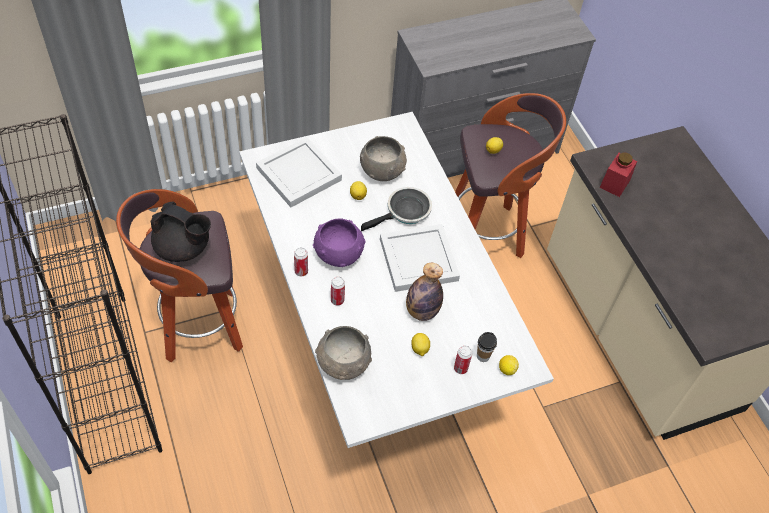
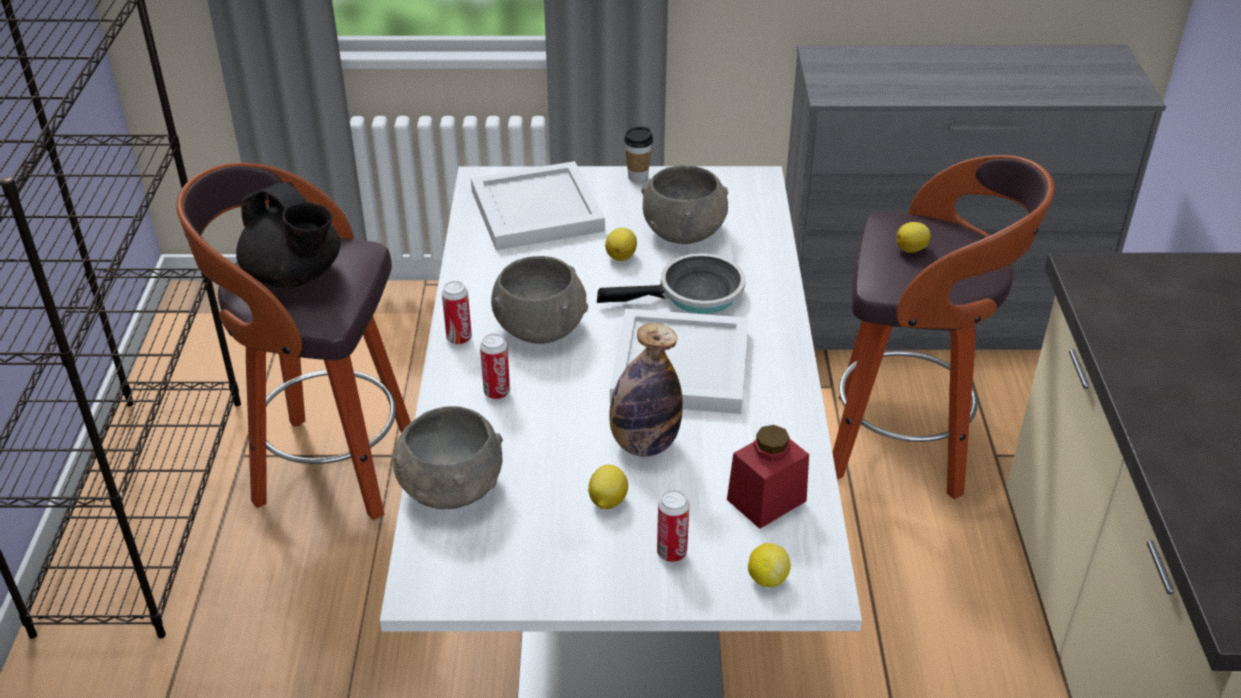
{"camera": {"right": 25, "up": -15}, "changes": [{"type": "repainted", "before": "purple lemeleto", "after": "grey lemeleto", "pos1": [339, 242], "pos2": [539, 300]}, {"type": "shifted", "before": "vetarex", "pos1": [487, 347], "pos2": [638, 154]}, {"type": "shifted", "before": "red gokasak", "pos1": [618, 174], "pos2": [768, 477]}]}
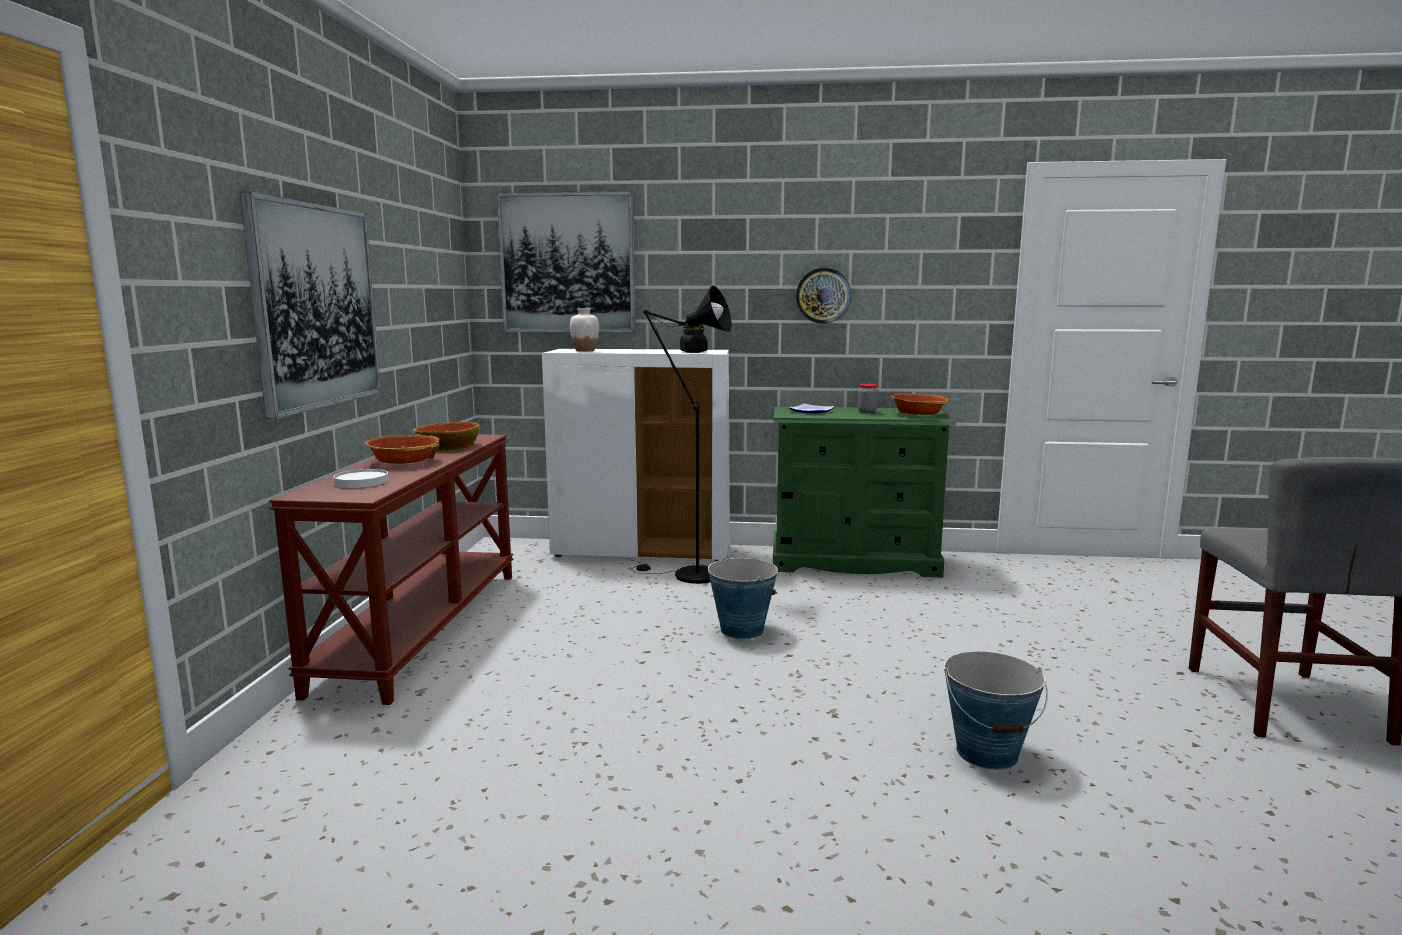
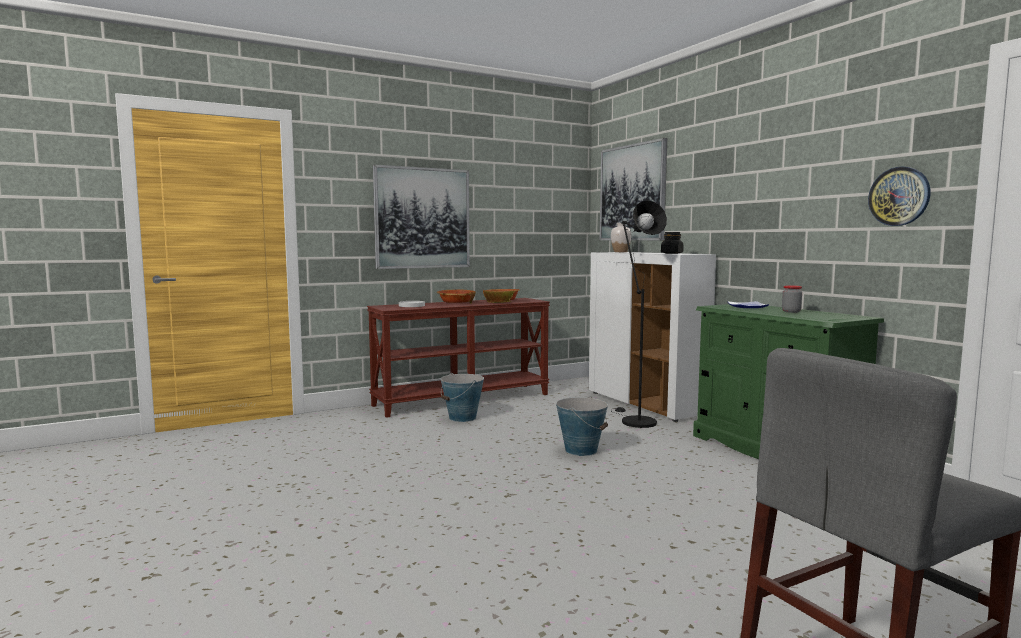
{"camera": {"right": 55, "up": -5}, "changes": [{"type": "shifted", "before": "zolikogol", "pos1": [996, 710], "pos2": [462, 397]}, {"type": "shifted", "before": "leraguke", "pos1": [823, 296], "pos2": [899, 196]}, {"type": "gone", "before": "lemeleto", "pos1": [920, 404]}]}
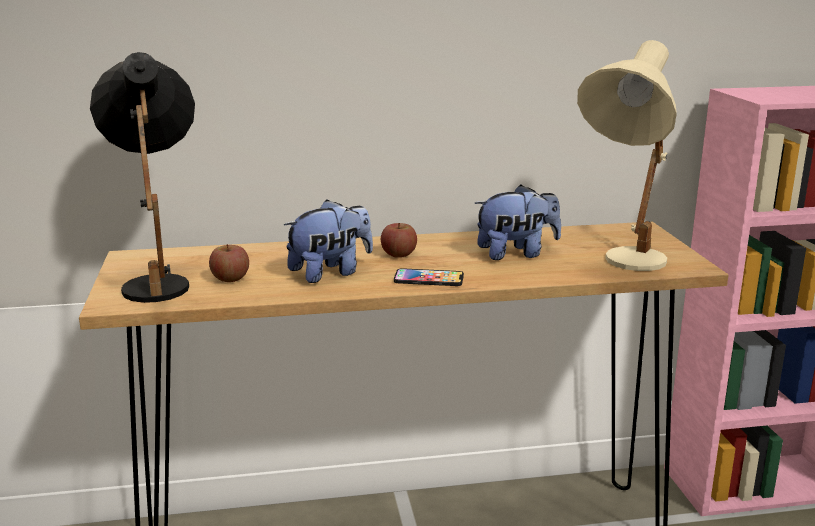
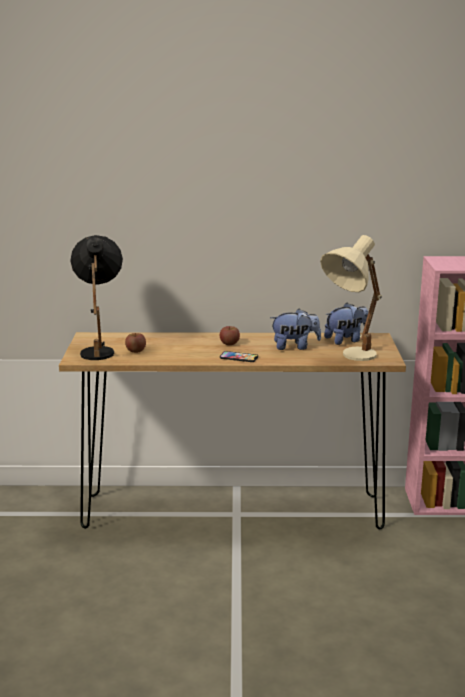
{"camera": {"right": 10, "up": 0}, "changes": [{"type": "shifted", "before": "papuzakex", "pos1": [328, 241], "pos2": [346, 324]}]}
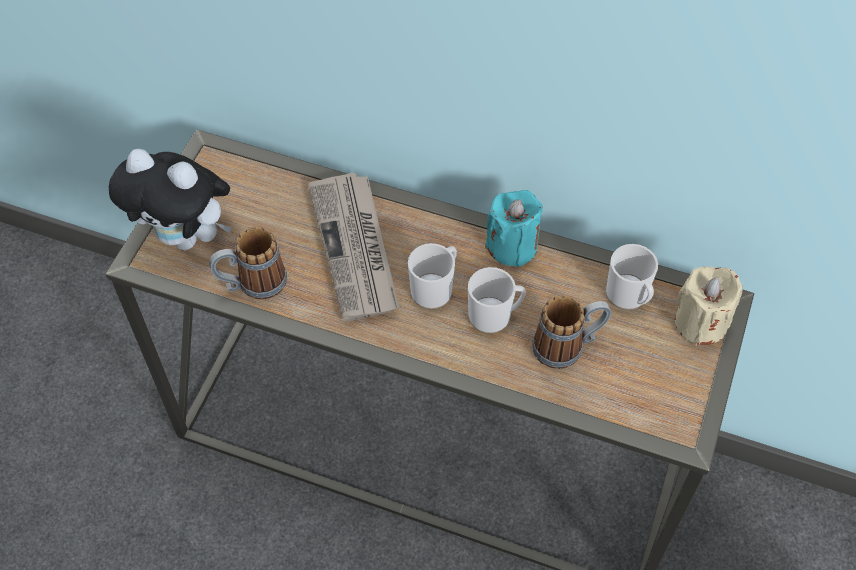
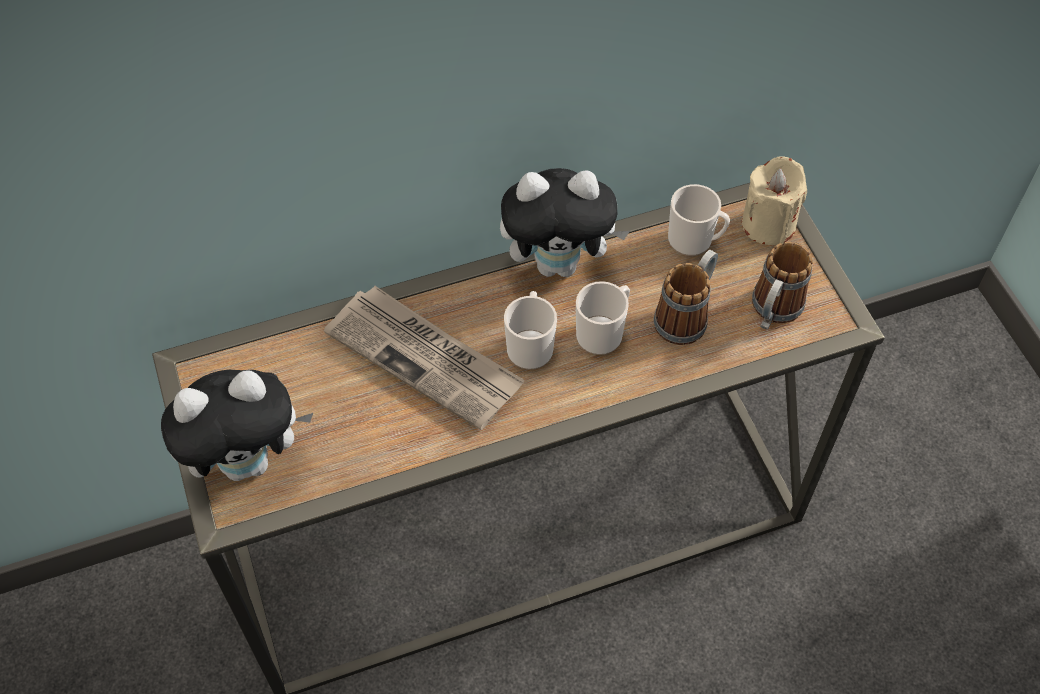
{"camera": {"right": -40, "up": 0}, "changes": [{"type": "swapped", "before": "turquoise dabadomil", "after": "papuzakex", "pos1": [514, 228], "pos2": [565, 222]}, {"type": "shifted", "before": "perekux", "pos1": [248, 263], "pos2": [782, 286]}]}
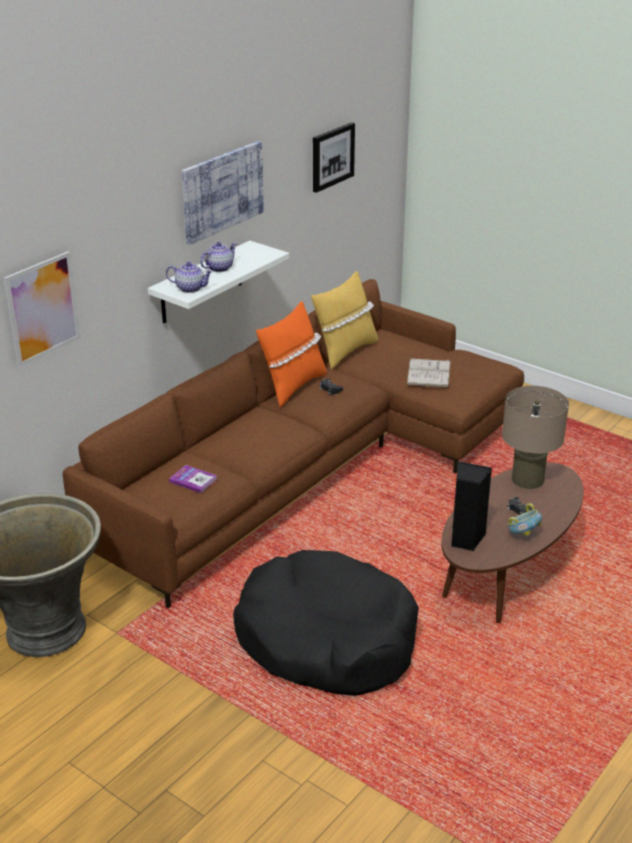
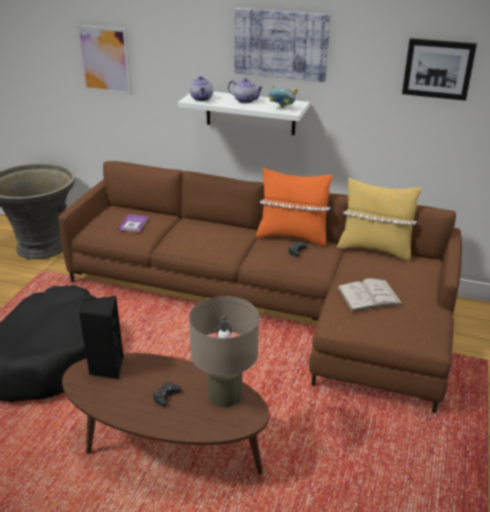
{"camera": {"right": 70, "up": 0}, "changes": [{"type": "shifted", "before": "lemeleto", "pos1": [525, 519], "pos2": [283, 96]}]}
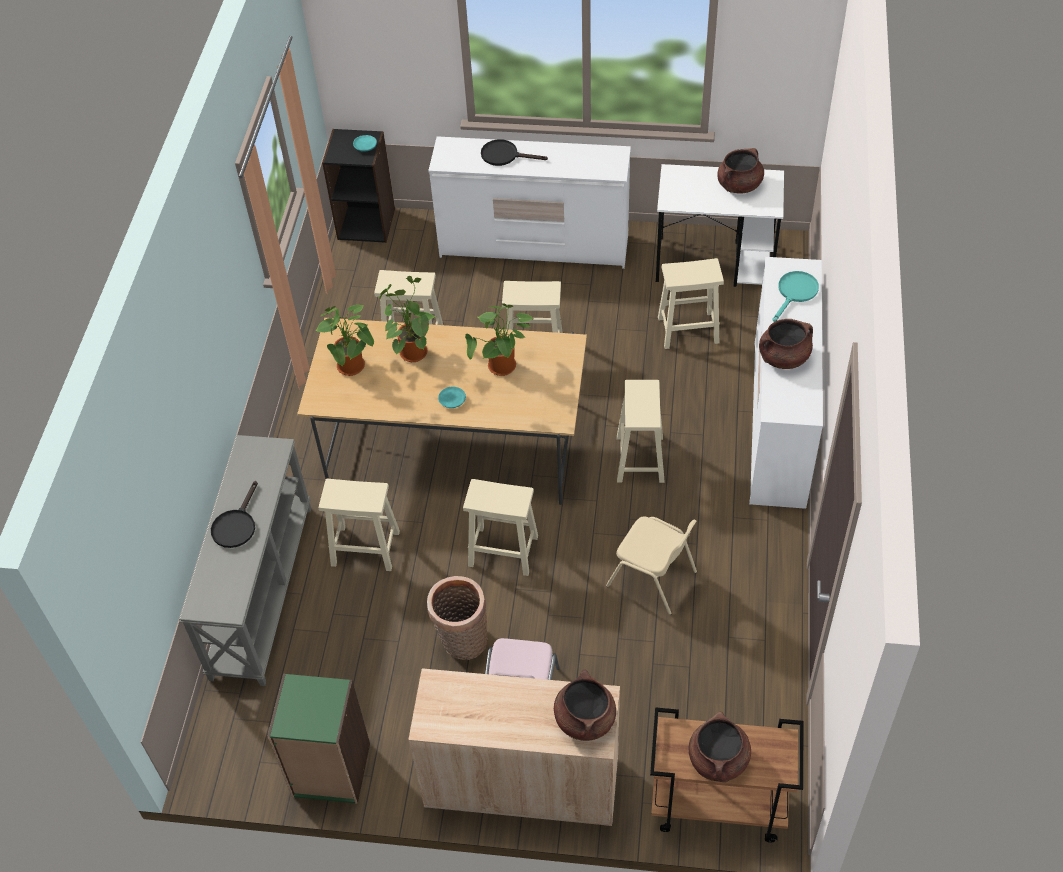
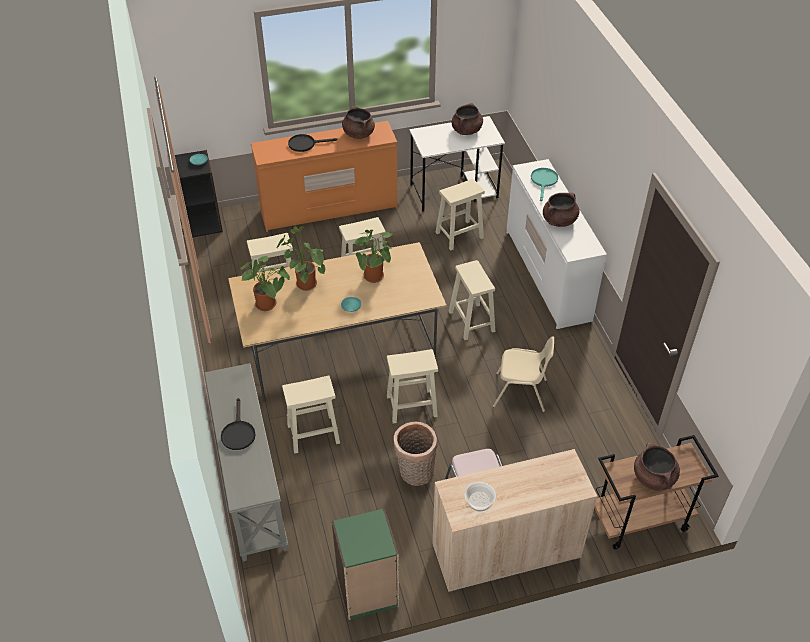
{"camera": {"right": -25, "up": -5}, "changes": [{"type": "repainted", "before": "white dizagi", "after": "orange dizagi", "pos1": [529, 202], "pos2": [324, 176]}, {"type": "shifted", "before": "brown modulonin", "pos1": [585, 705], "pos2": [358, 122]}, {"type": "new", "after": "lemeleto", "pos2": [480, 496]}]}
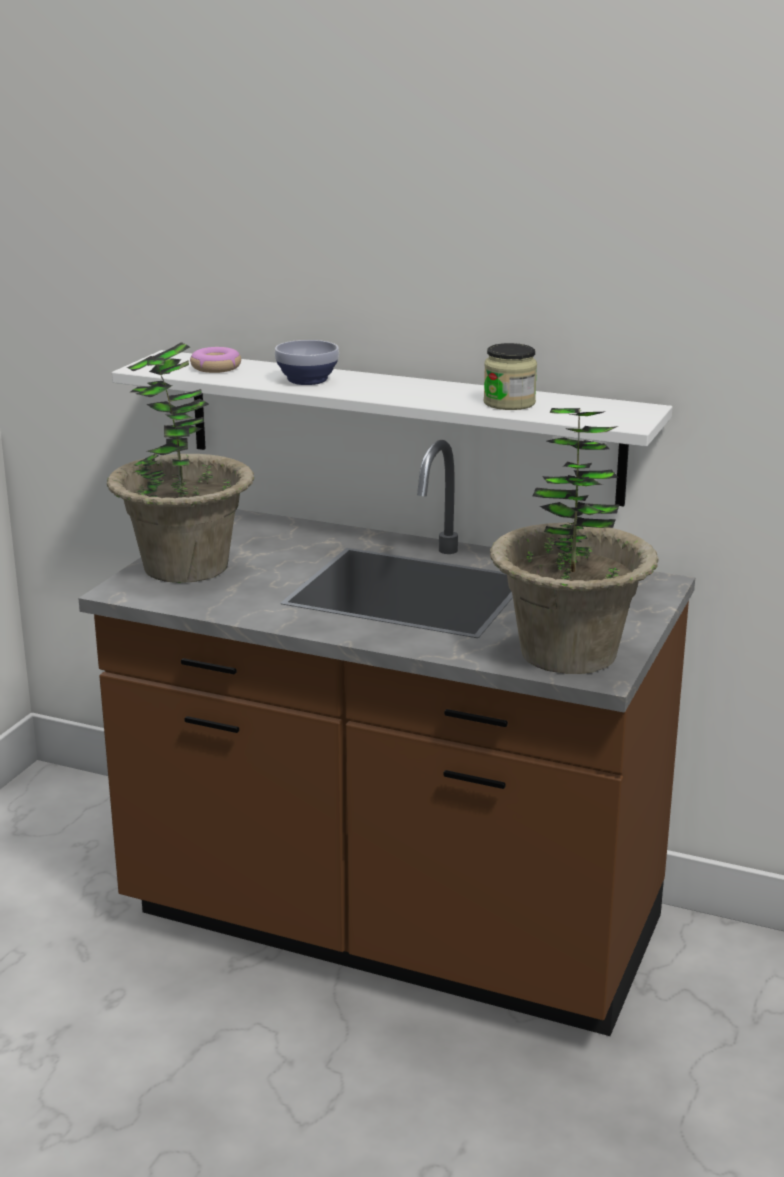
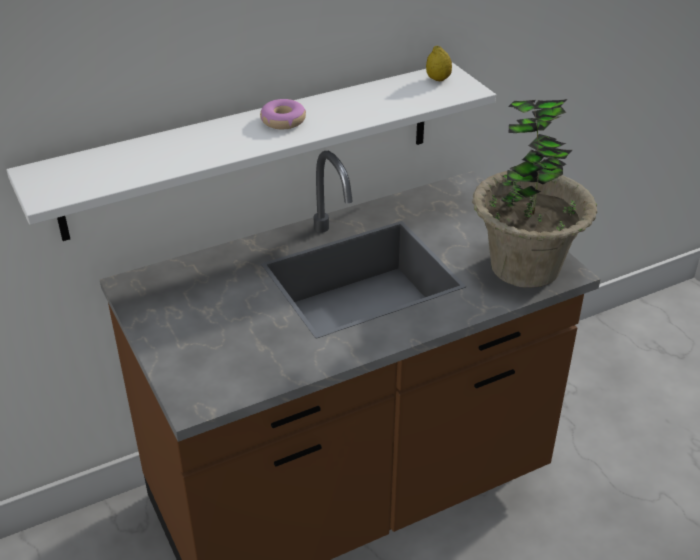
{"camera": {"right": -50, "up": 15}, "changes": [{"type": "shifted", "before": "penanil", "pos1": [215, 360], "pos2": [283, 114]}, {"type": "new", "after": "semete", "pos2": [439, 63]}, {"type": "gone", "before": "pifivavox", "pos1": [180, 462]}, {"type": "gone", "before": "lemeleto", "pos1": [307, 362]}, {"type": "gone", "before": "gokasak", "pos1": [510, 376]}]}
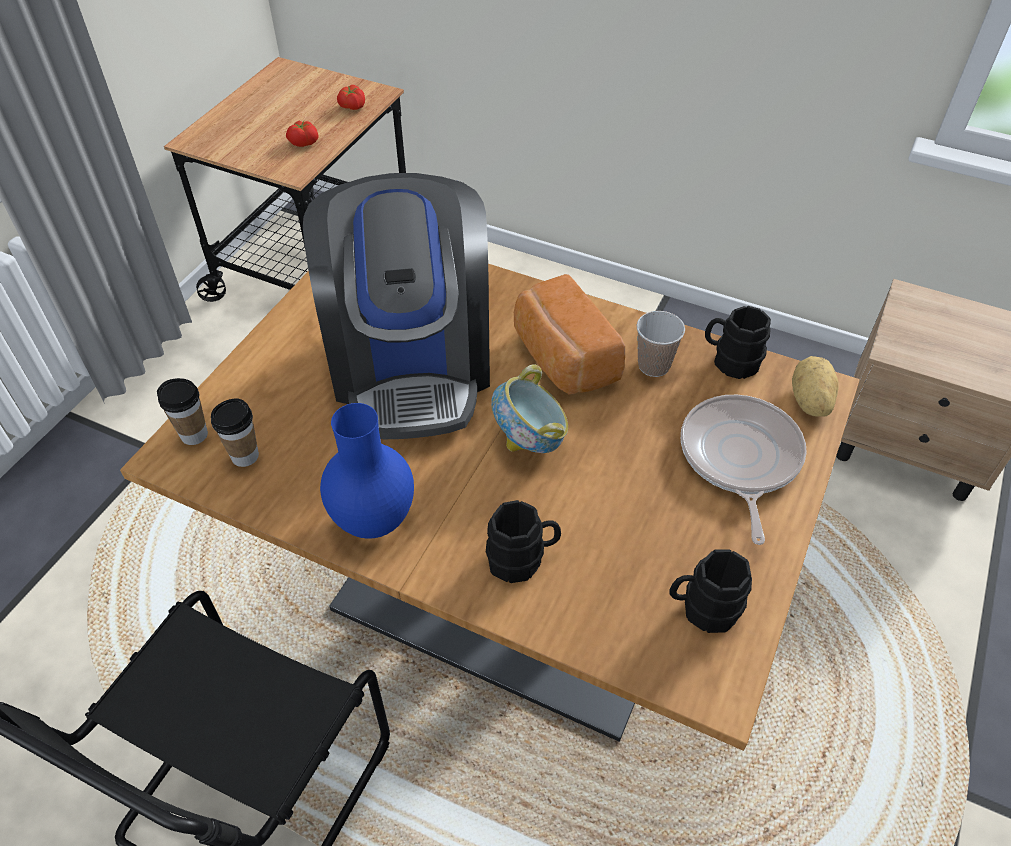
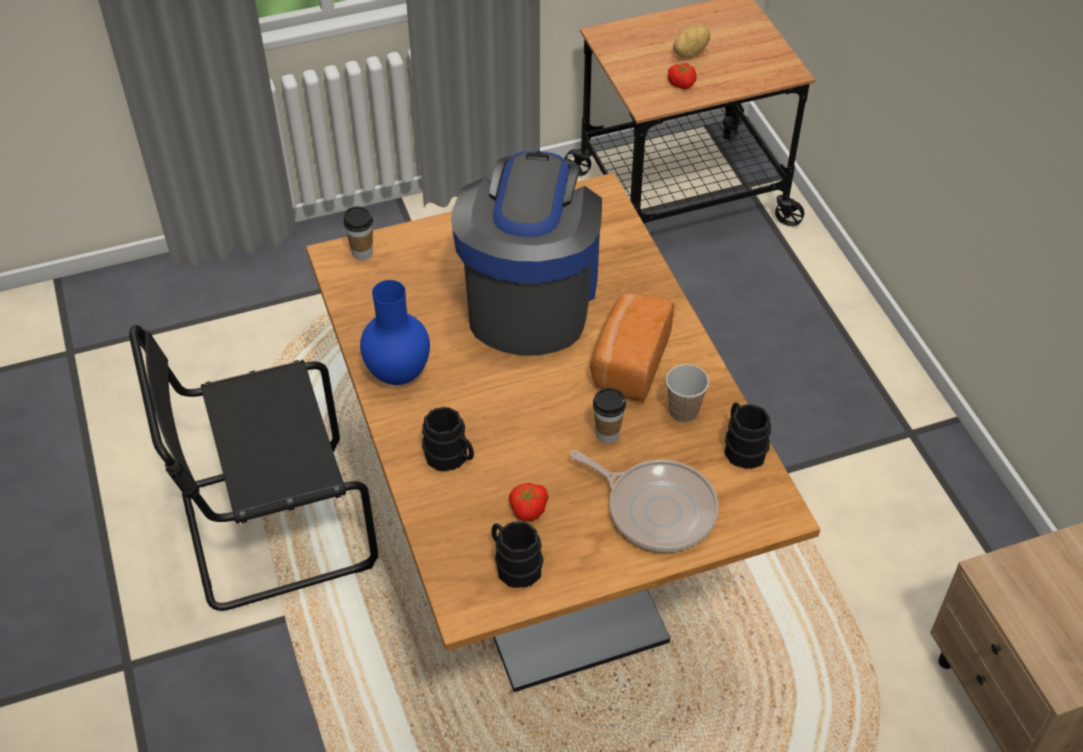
{"camera": {"right": 45, "up": 0}, "changes": [{"type": "rotated", "before": "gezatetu", "pos1": [396, 306], "pos2": [526, 253], "turn": 150}, {"type": "shifted", "before": "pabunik", "pos1": [351, 97], "pos2": [528, 502]}, {"type": "rotated", "before": "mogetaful", "pos1": [744, 470], "pos2": [644, 501], "turn": 75}, {"type": "shifted", "before": "vetarex", "pos1": [235, 432], "pos2": [609, 416]}, {"type": "shifted", "before": "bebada", "pos1": [815, 386], "pos2": [691, 40]}, {"type": "gone", "before": "lemeleto", "pos1": [529, 408]}]}
